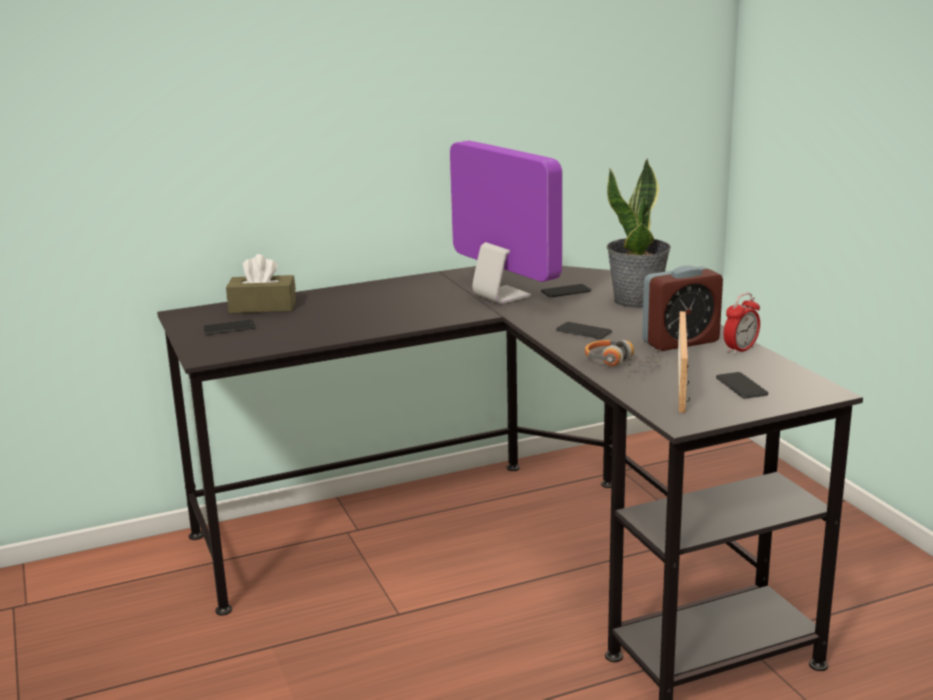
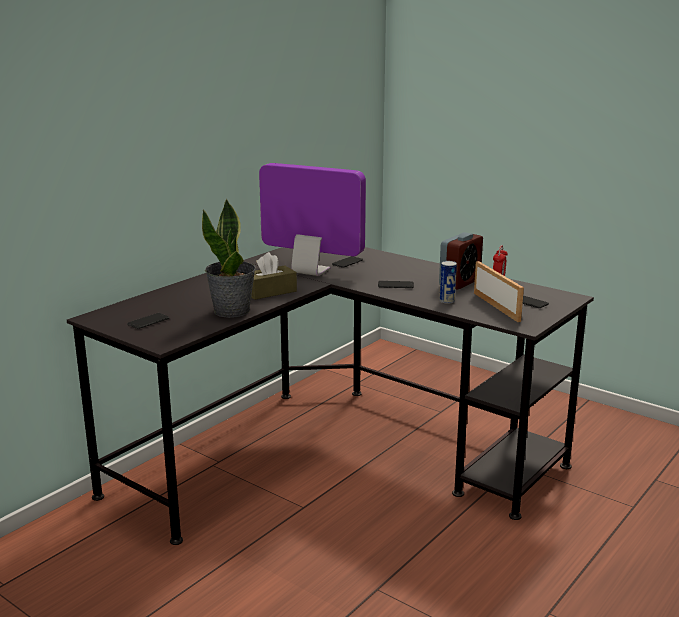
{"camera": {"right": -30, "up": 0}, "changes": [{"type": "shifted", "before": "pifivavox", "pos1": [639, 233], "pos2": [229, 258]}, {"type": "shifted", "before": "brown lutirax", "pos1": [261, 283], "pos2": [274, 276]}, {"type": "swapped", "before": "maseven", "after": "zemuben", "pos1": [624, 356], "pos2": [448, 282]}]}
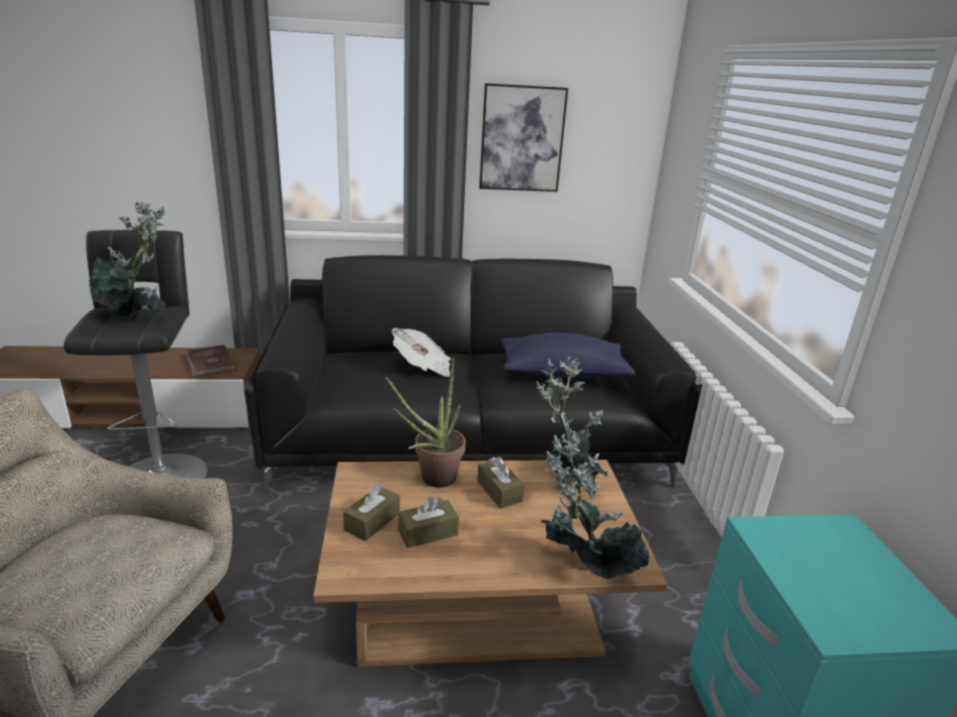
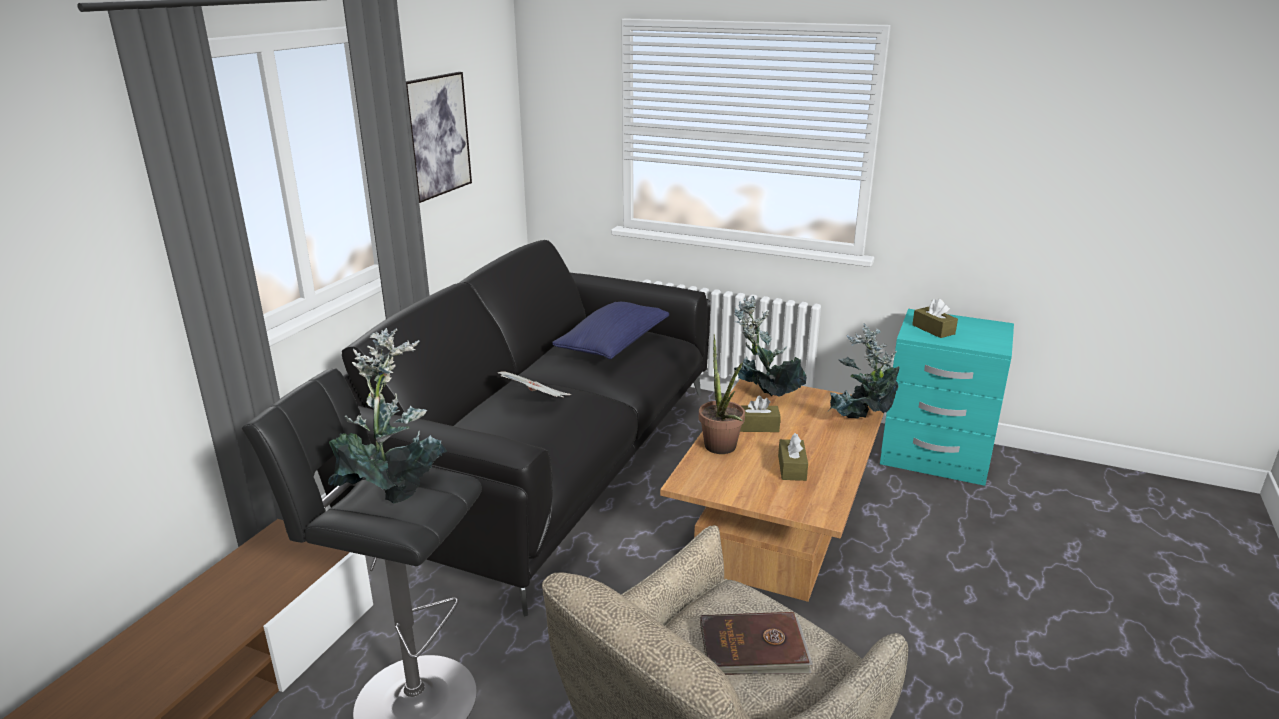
{"camera": {"right": -60, "up": 0}, "changes": [{"type": "shifted", "before": "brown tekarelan", "pos1": [211, 361], "pos2": [756, 643]}, {"type": "shifted", "before": "brown lutirax", "pos1": [371, 512], "pos2": [935, 318]}]}
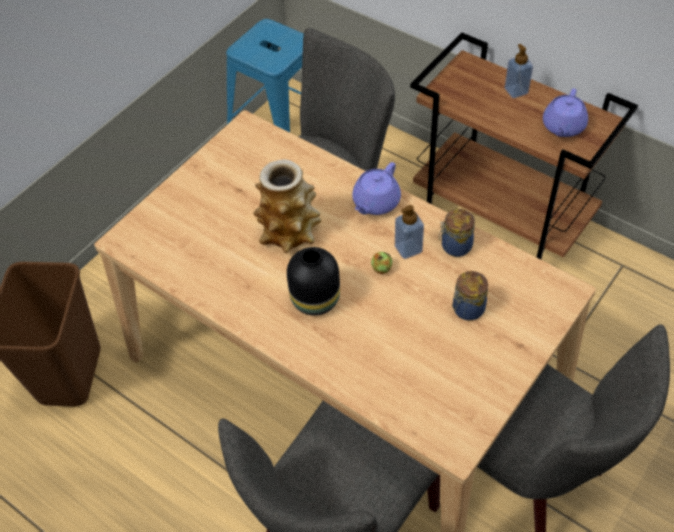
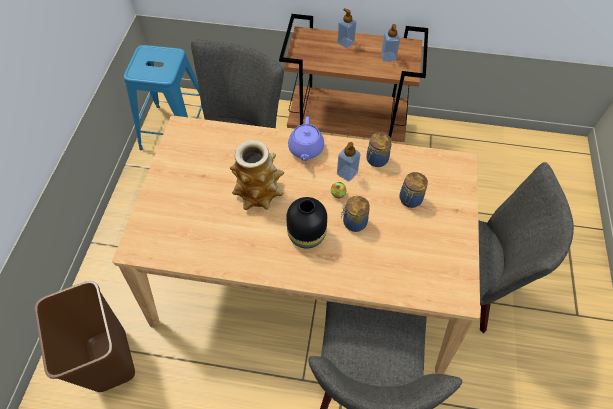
{"camera": {"right": -30, "up": 5}, "changes": [{"type": "new", "after": "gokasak", "pos2": [355, 214]}, {"type": "swapped", "before": "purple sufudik", "after": "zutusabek", "pos1": [565, 112], "pos2": [390, 43]}]}
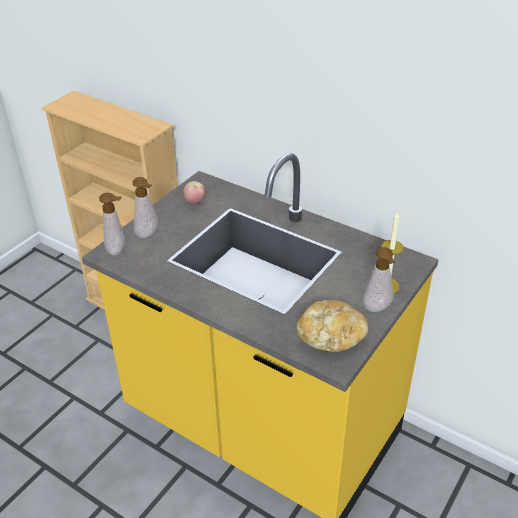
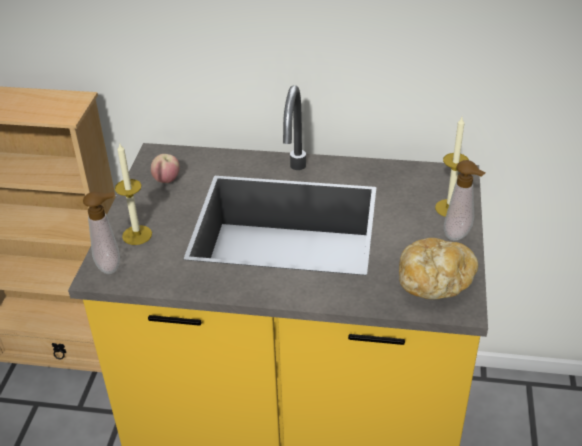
{"camera": {"right": -25, "up": 0}, "changes": [{"type": "swapped", "before": "zutusabek", "after": "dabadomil", "pos1": [145, 207], "pos2": [133, 193]}]}
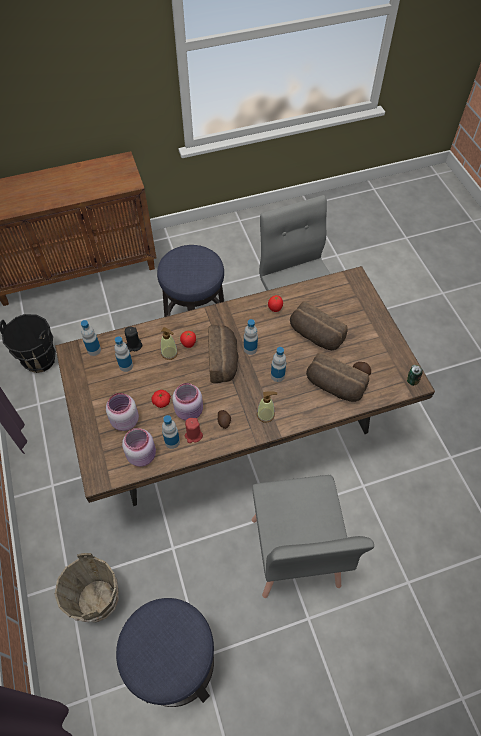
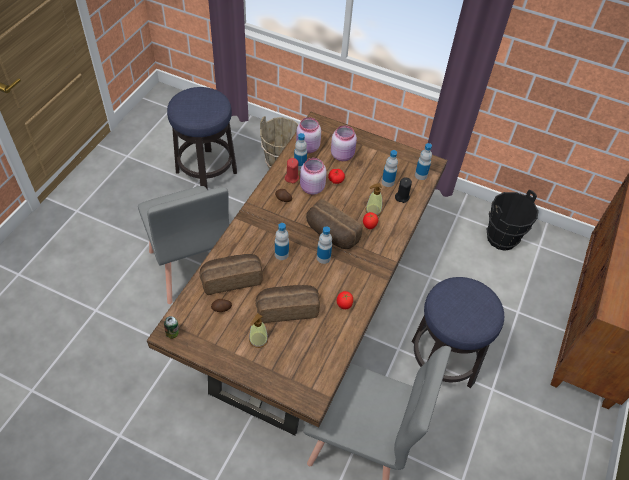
{"camera": {"right": 130, "up": -5}, "changes": [{"type": "rotated", "before": "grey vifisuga", "pos1": [313, 536], "pos2": [183, 245], "turn": -150}, {"type": "shifted", "before": "zutusabek", "pos1": [267, 407], "pos2": [258, 330]}]}
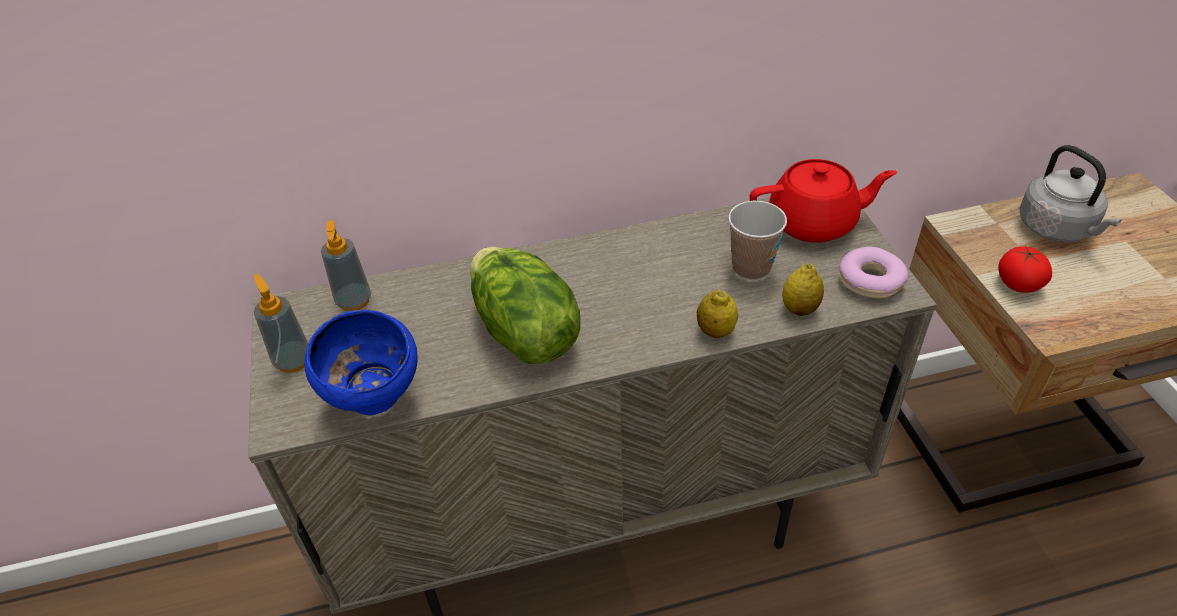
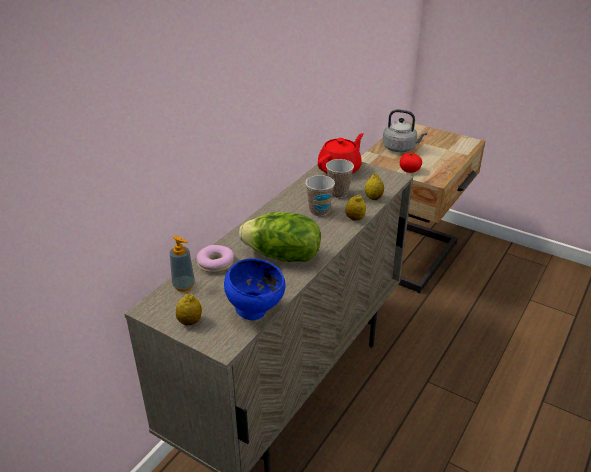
{"camera": {"right": -45, "up": -10}, "changes": [{"type": "swapped", "before": "zutusabek", "after": "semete", "pos1": [281, 323], "pos2": [189, 309]}, {"type": "shifted", "before": "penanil", "pos1": [873, 273], "pos2": [215, 259]}, {"type": "new", "after": "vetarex", "pos2": [320, 195]}]}
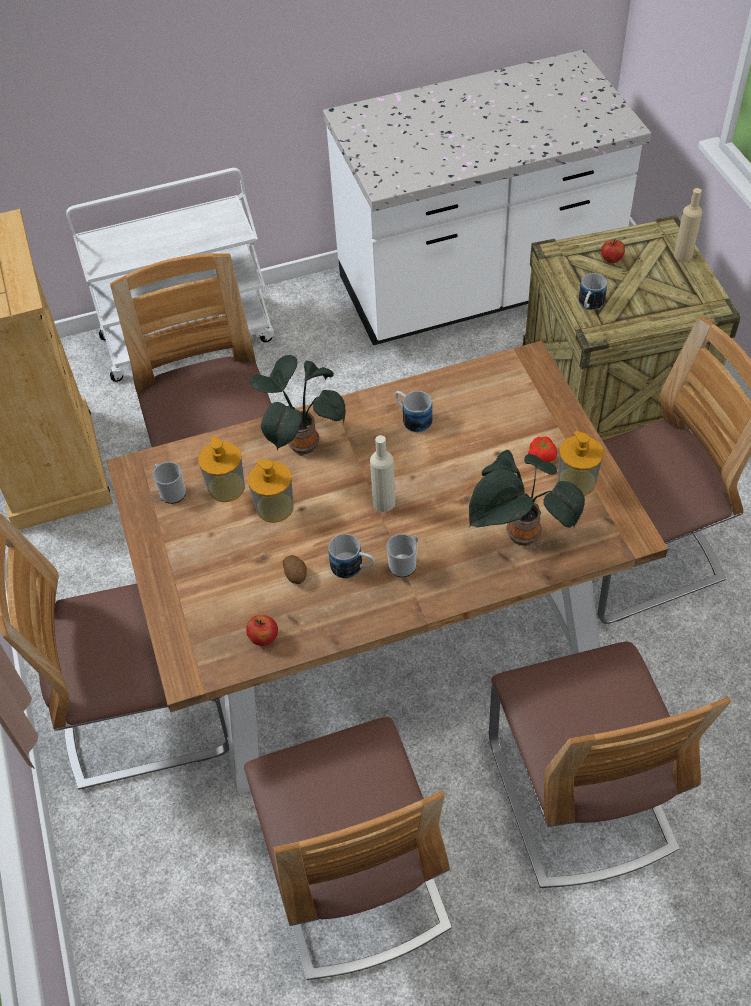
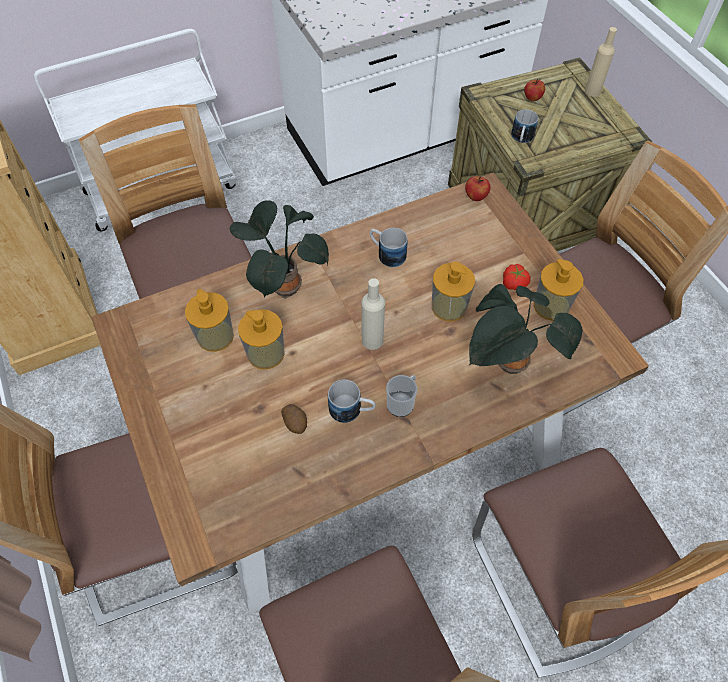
{"camera": {"right": -10, "up": 5}, "changes": [{"type": "new", "after": "zutusabek", "pos2": [453, 291]}, {"type": "shifted", "before": "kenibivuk", "pos1": [262, 630], "pos2": [478, 188]}, {"type": "gone", "before": "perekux", "pos1": [169, 483]}]}
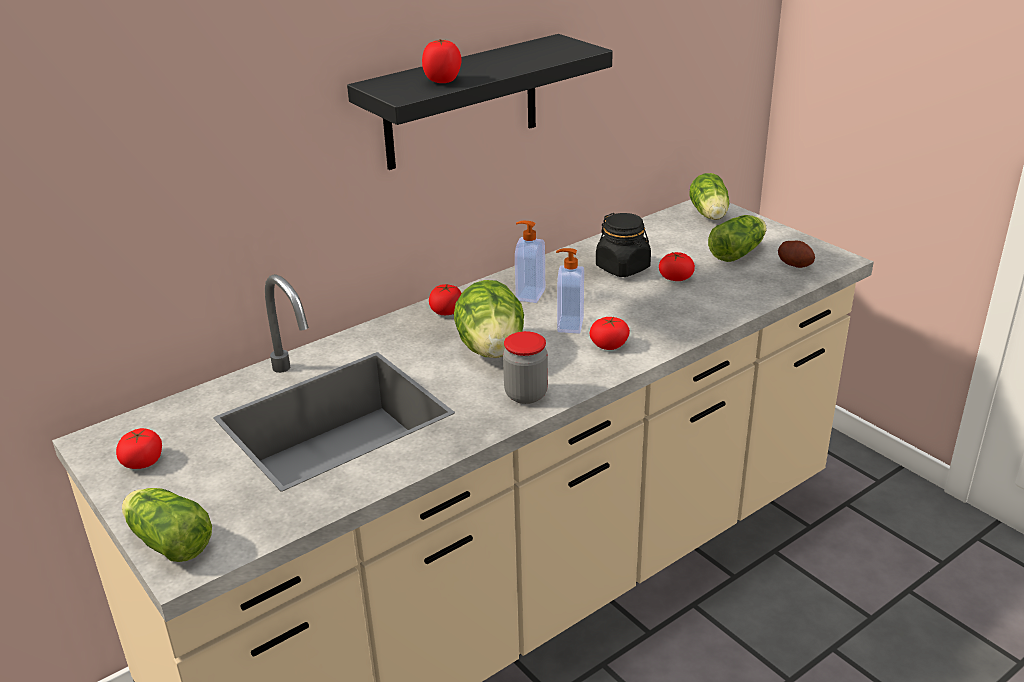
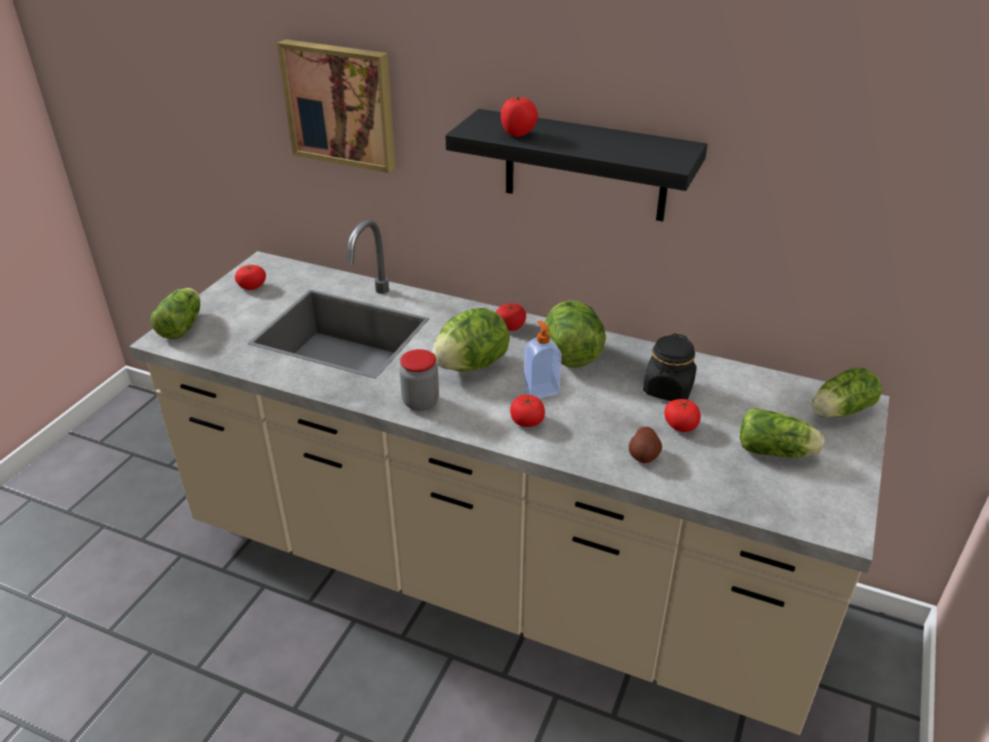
{"camera": {"right": 60, "up": 5}, "changes": [{"type": "new", "after": "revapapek", "pos2": [336, 106]}, {"type": "swapped", "before": "zutusabek", "after": "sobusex", "pos1": [530, 262], "pos2": [575, 334]}, {"type": "shifted", "before": "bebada", "pos1": [796, 254], "pos2": [645, 445]}]}
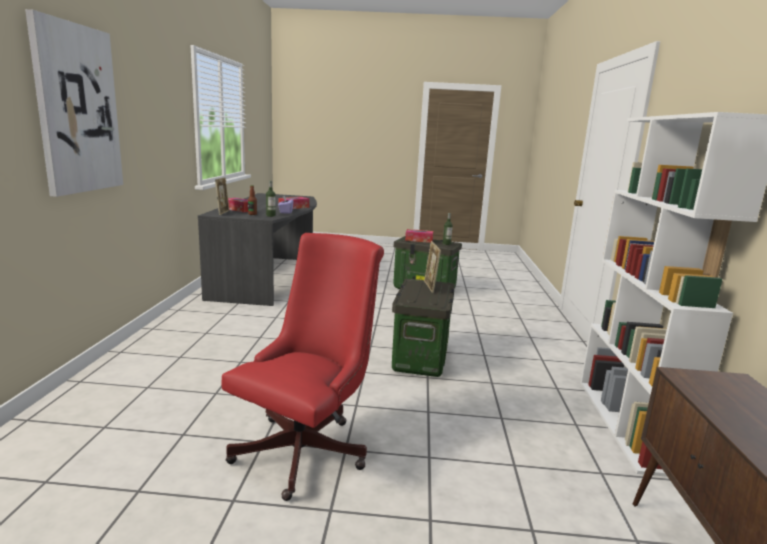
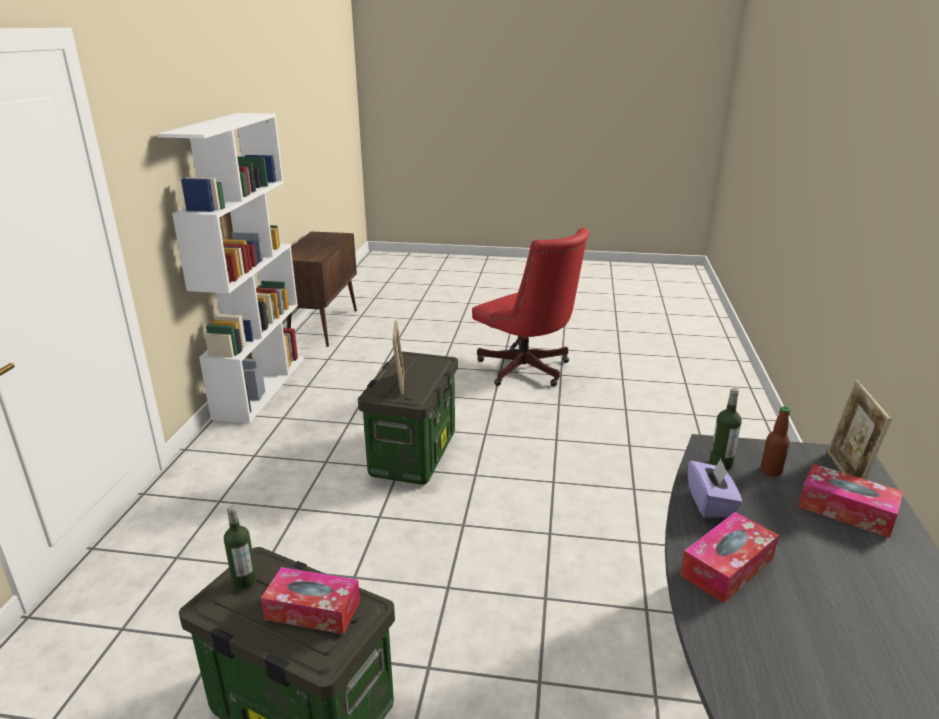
{"camera": {"right": -175, "up": 10}, "changes": [{"type": "rotated", "before": "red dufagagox", "pos1": [303, 367], "pos2": [530, 307], "turn": -75}, {"type": "gone", "before": "revapapek", "pos1": [74, 103]}]}
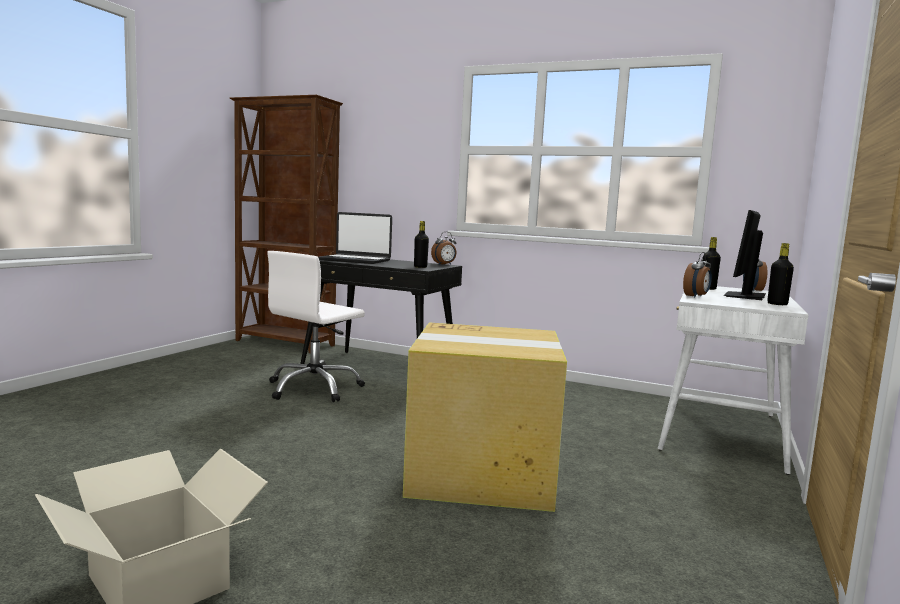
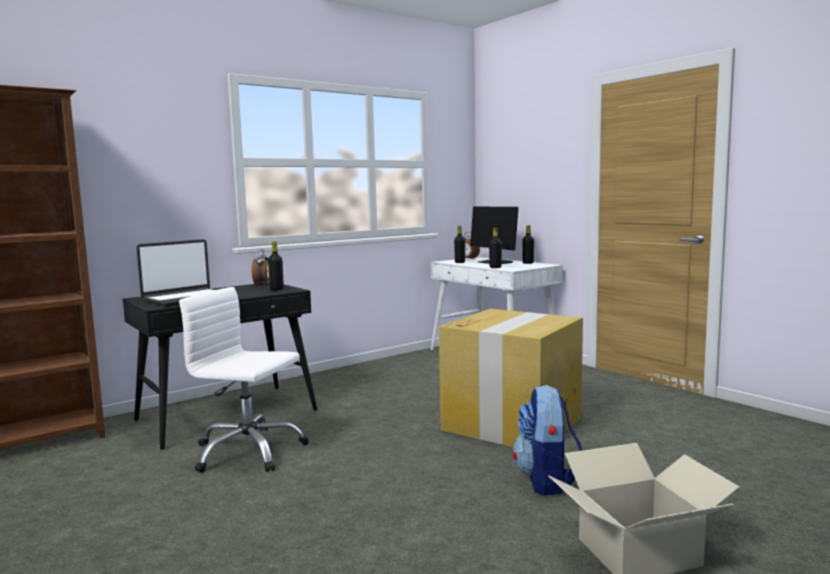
{"camera": {"right": -60, "up": 0}, "changes": [{"type": "rotated", "before": "white dufagagox", "pos1": [316, 326], "pos2": [244, 380], "turn": 135}, {"type": "swapped", "before": "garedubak", "after": "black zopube", "pos1": [697, 275], "pos2": [495, 248]}, {"type": "new", "after": "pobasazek", "pos2": [547, 440]}]}
